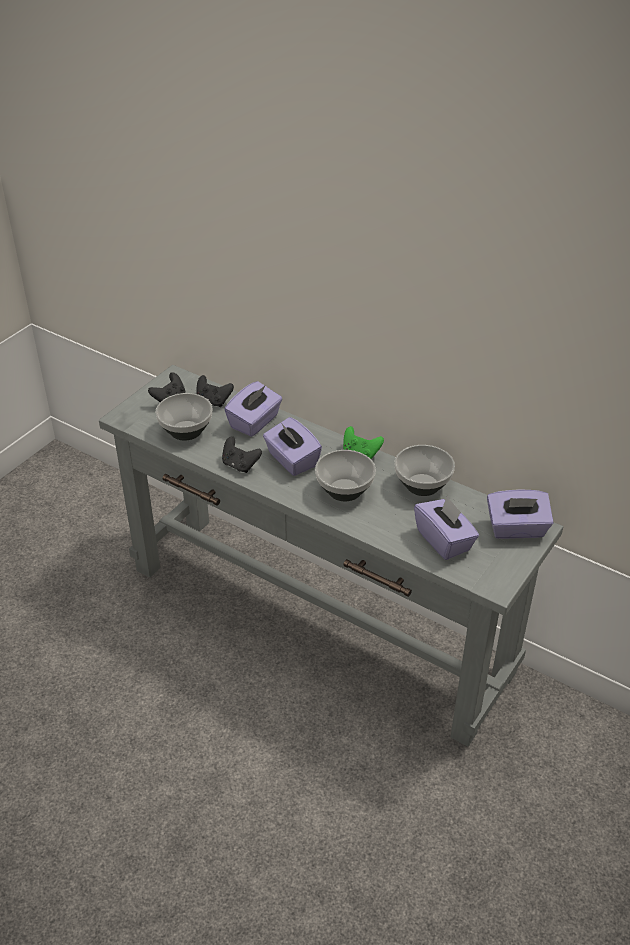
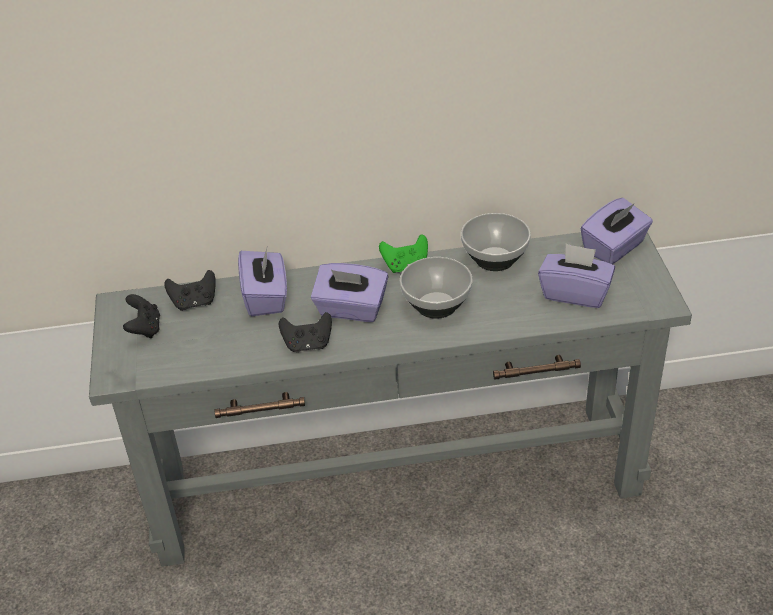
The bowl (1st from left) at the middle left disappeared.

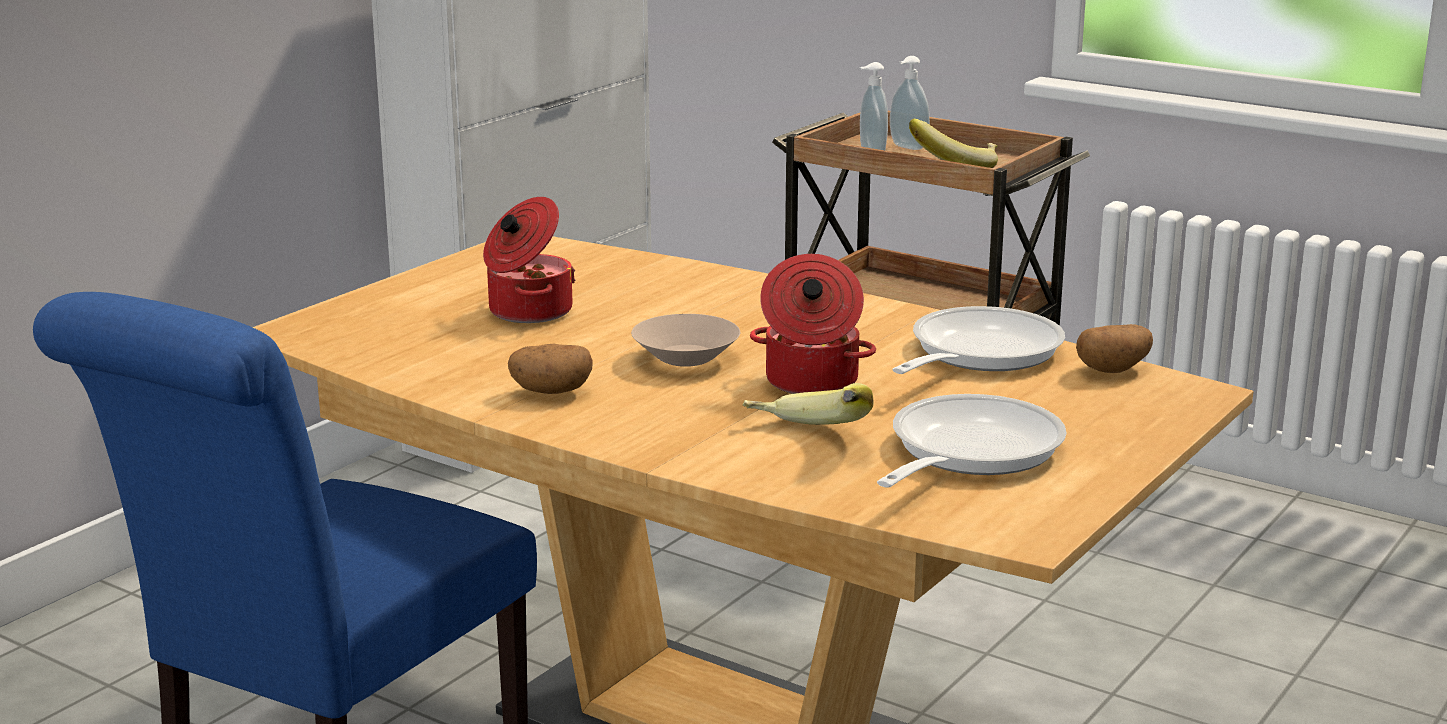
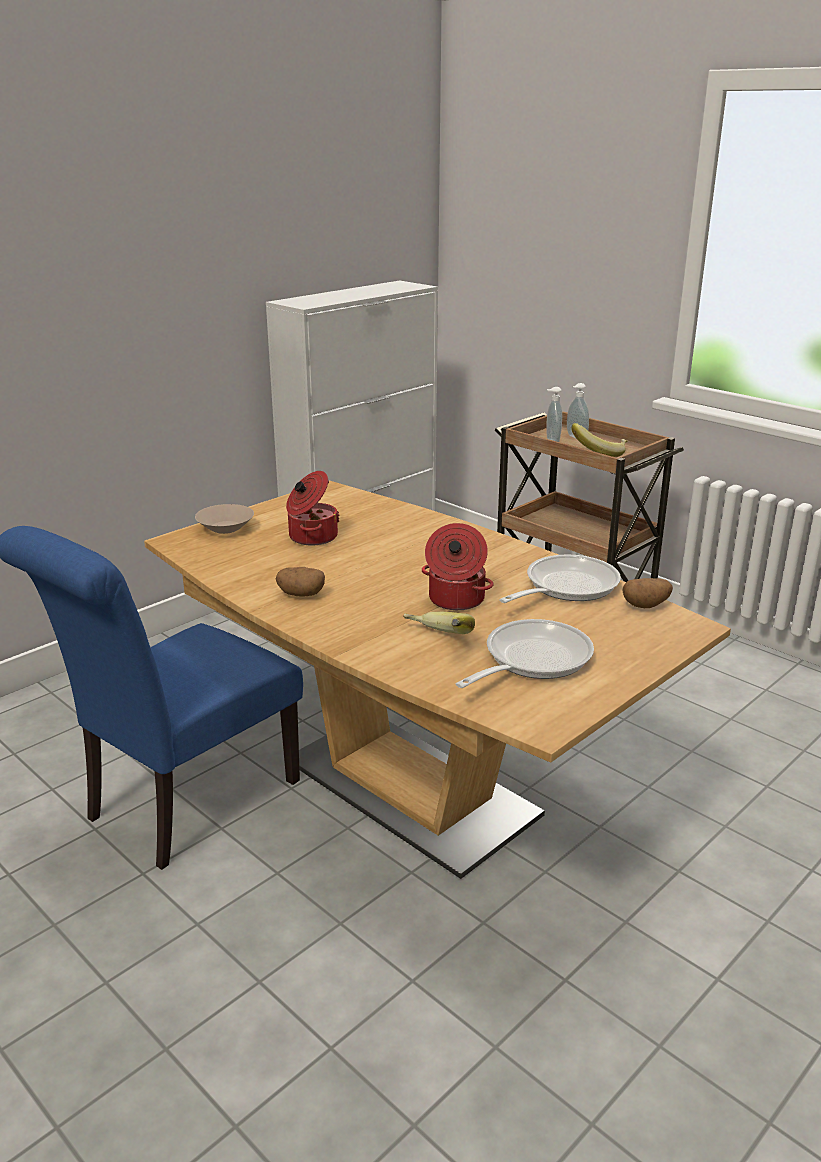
The bowl/beige moved from the centre to the middle left.

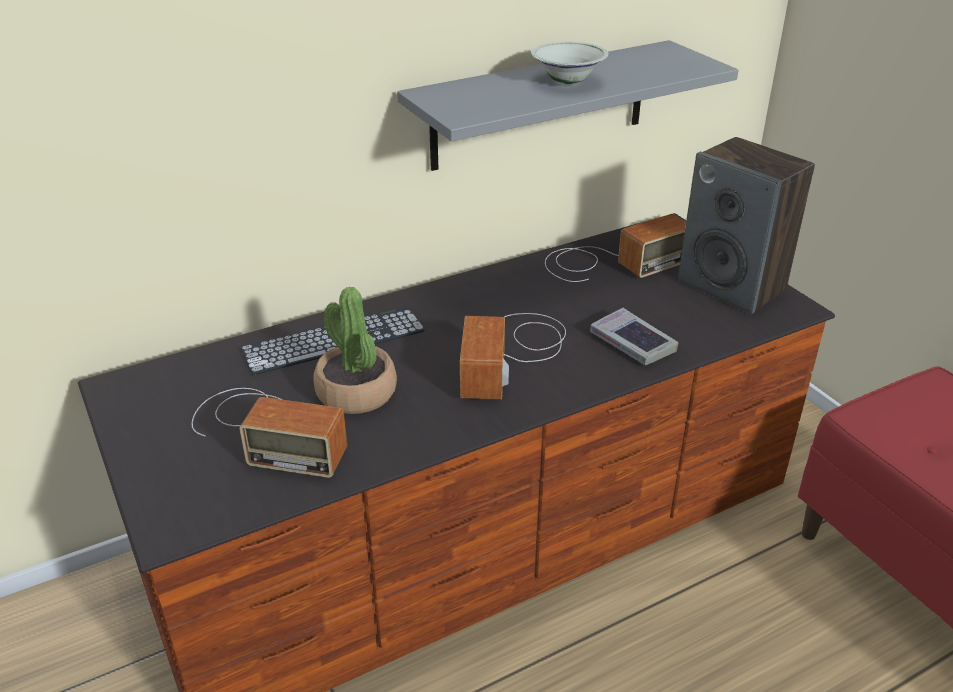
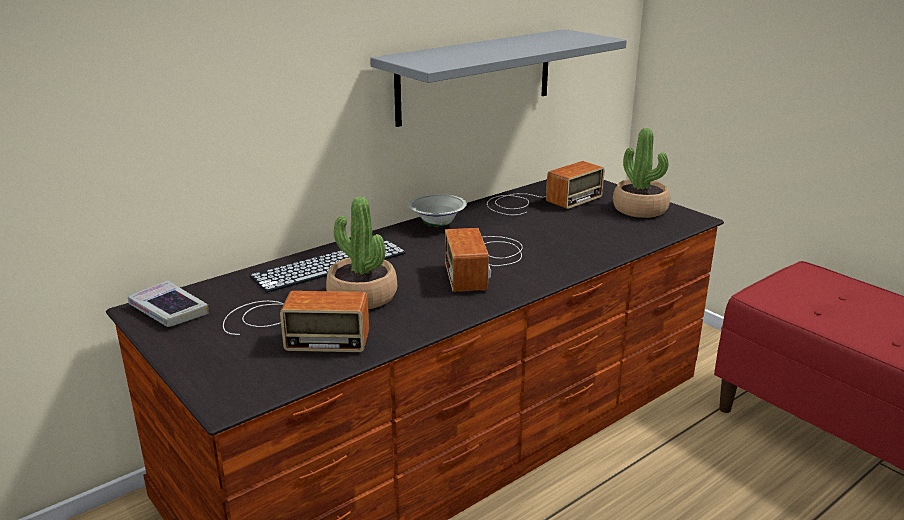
The bowl/white moved from the top centre to the centre. The book moved from the centre to the middle left. The speaker at the top right was replaced by the potted plant (2nd from left) at the top right.

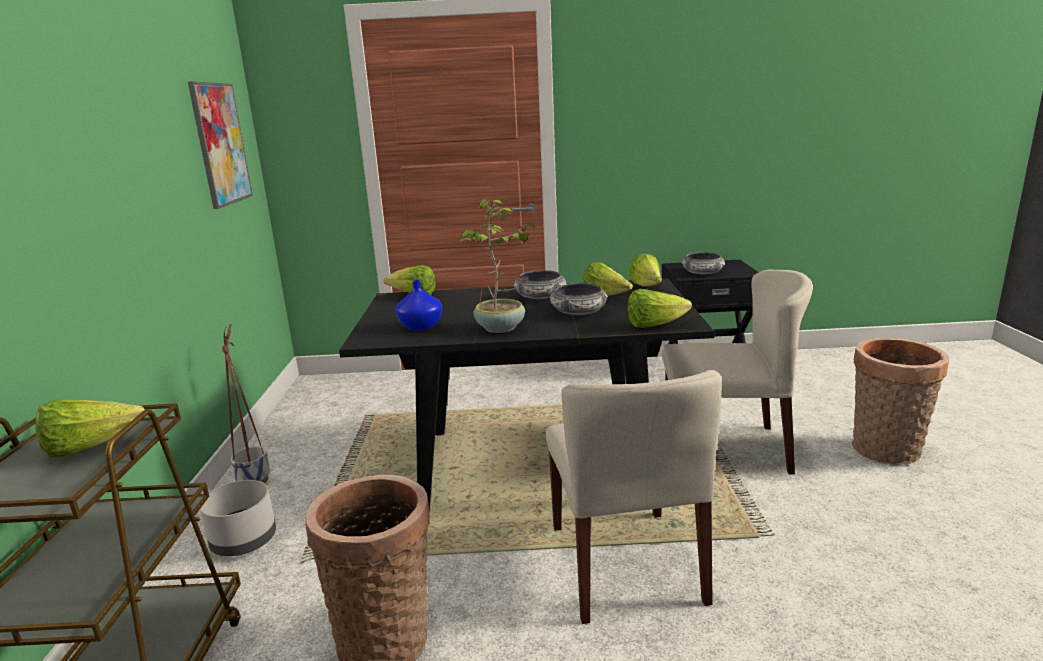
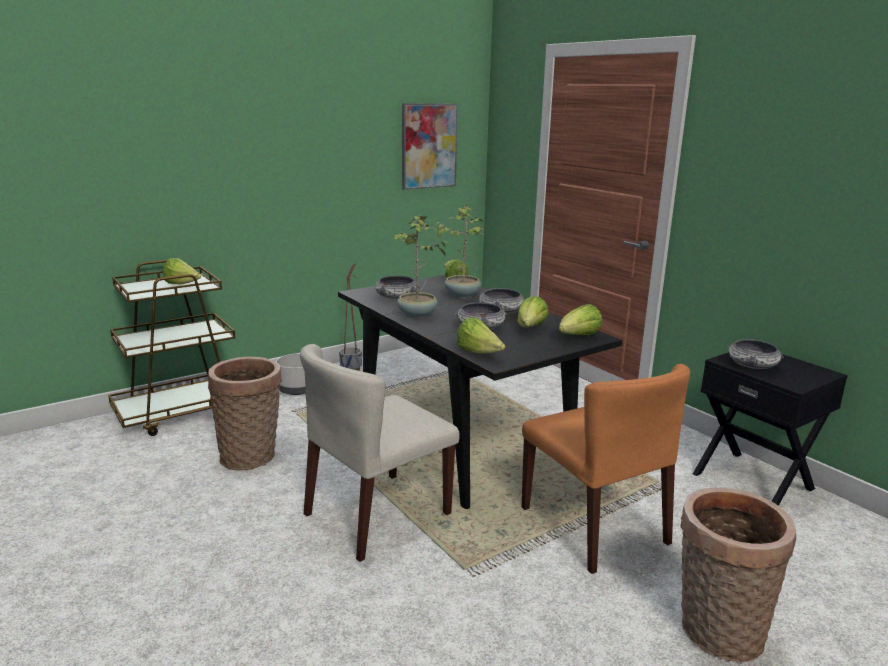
The vase/blue at the centre was replaced by the bowl (1st from left) at the centre. The chair/beige (2nd from left) at the middle right became the chair/orange at the bottom right. The potted plant (2nd from left) at the centre appeared.

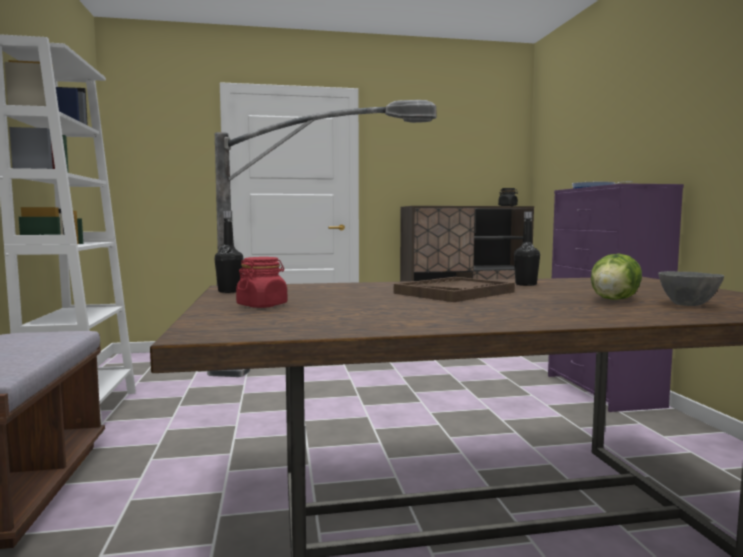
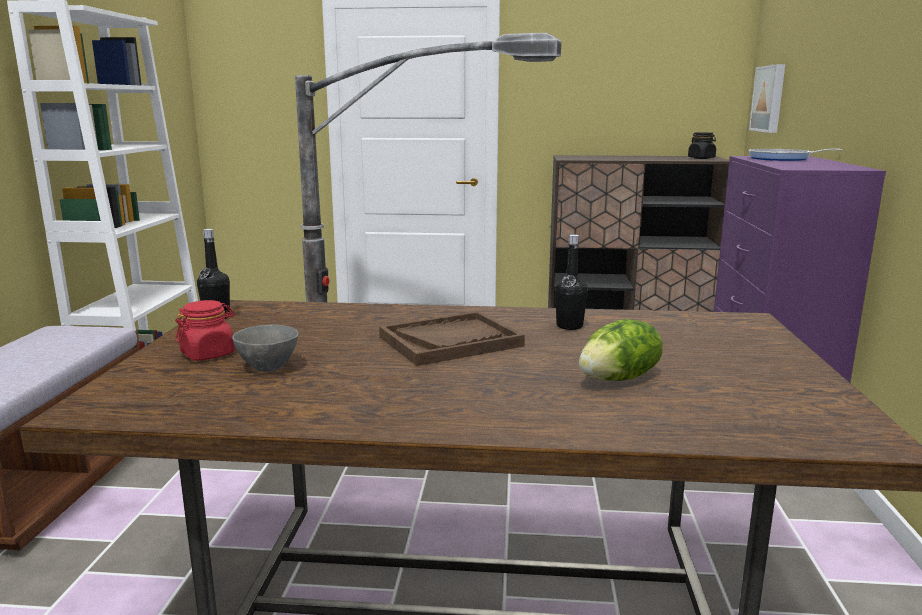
The bowl/grey moved from the middle right to the middle left. The picture at the top right appeared.

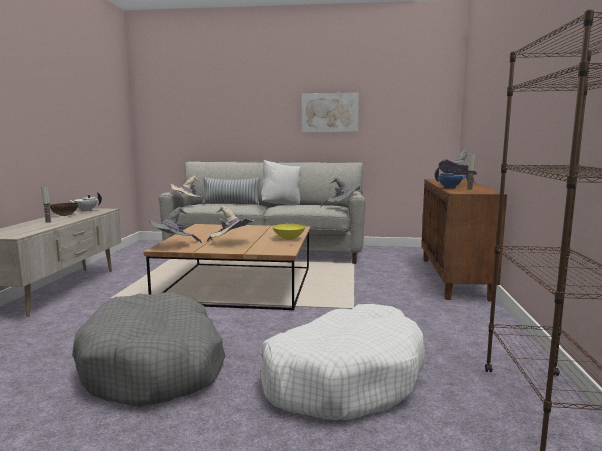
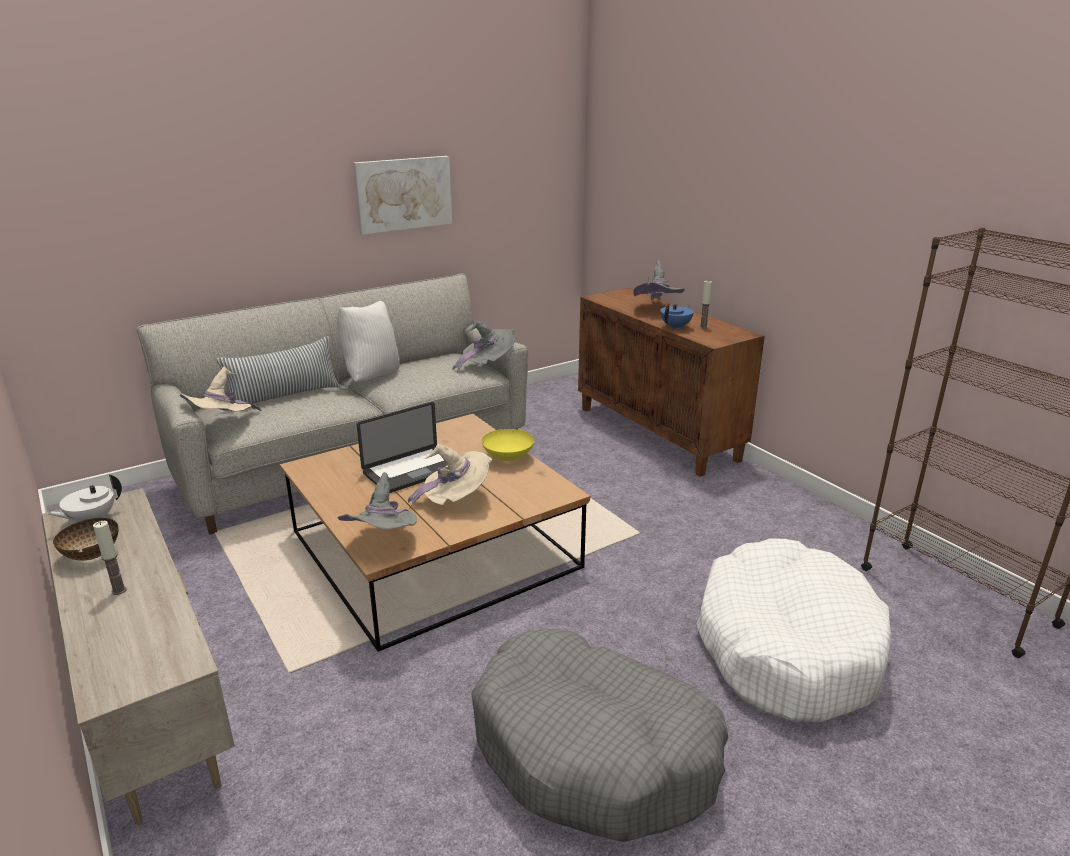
The laptop at the centre appeared.

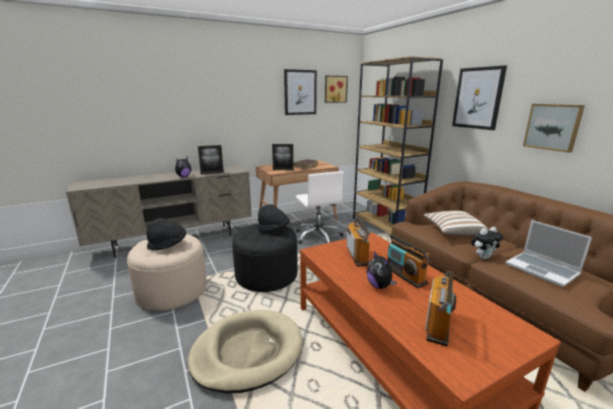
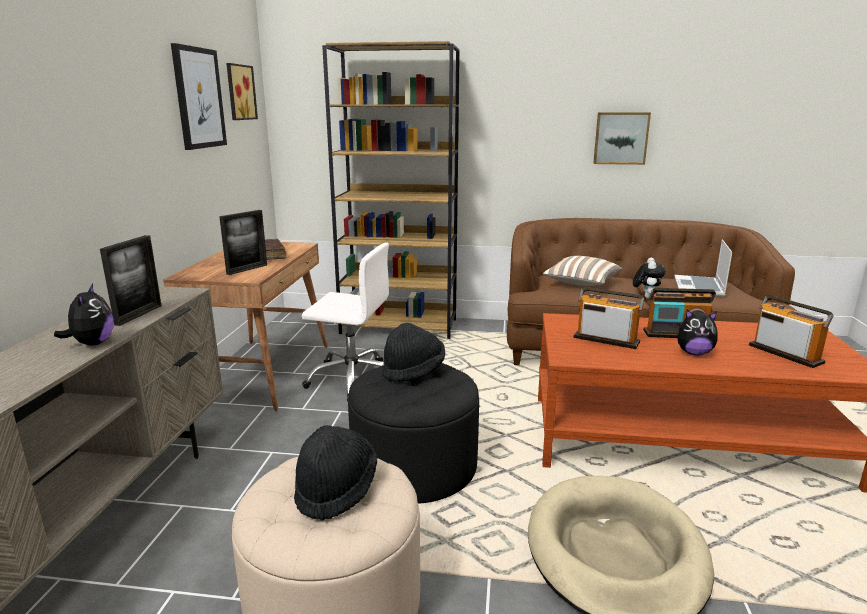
The picture (3rd from left) at the top right disappeared. The laptop at the middle right turned 105 degrees clockwise.

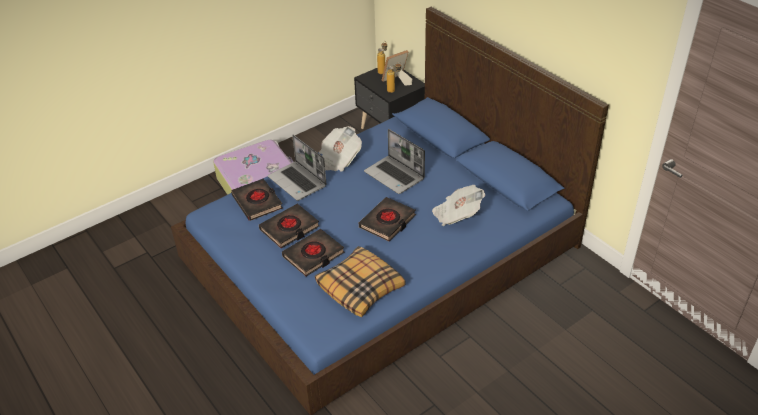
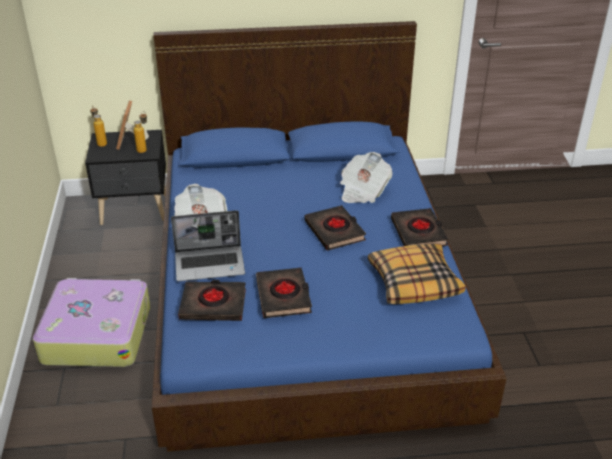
The book/black (3rd from left in the first image) moved from the centre to the middle right. The laptop (2nd from left) at the centre disappeared.

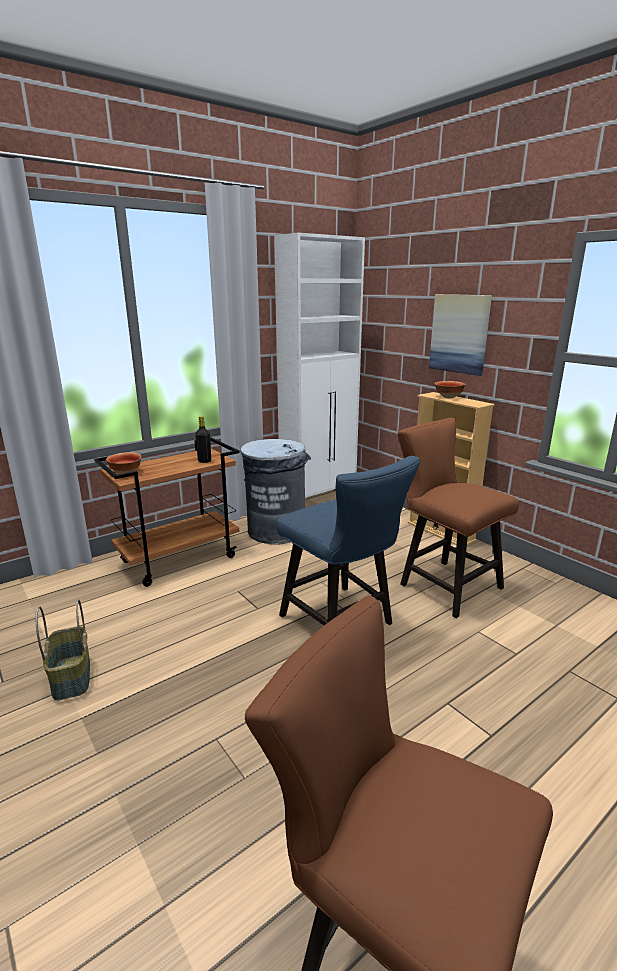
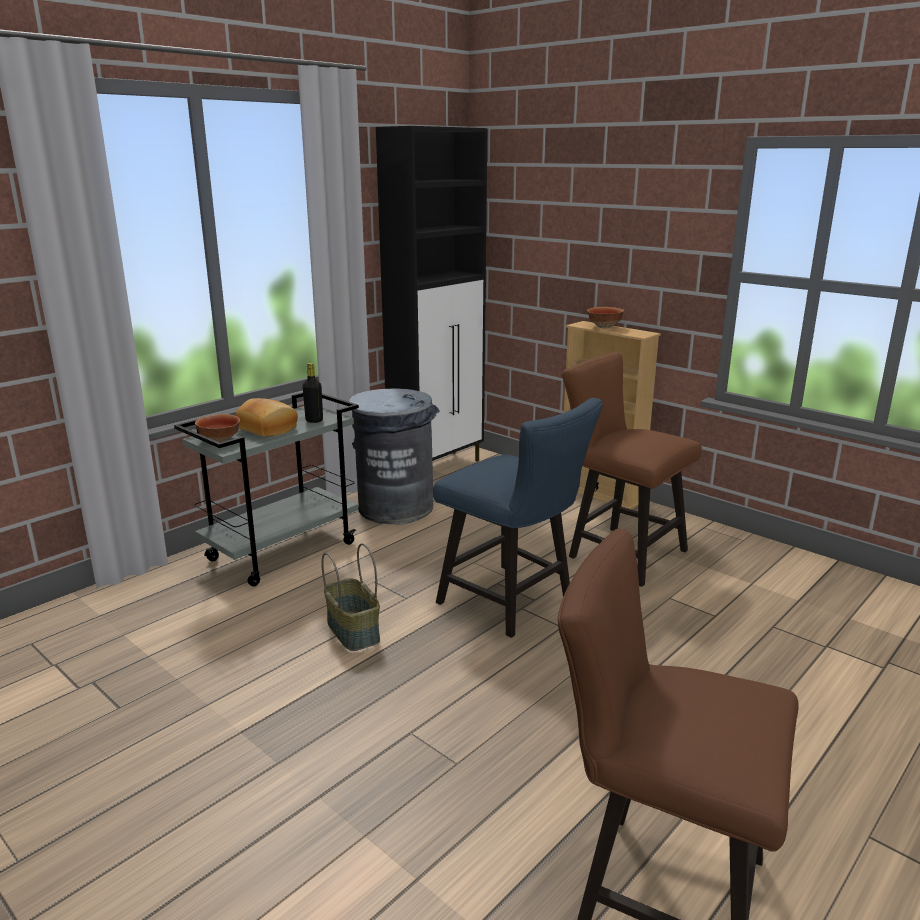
The basket moved from the bottom left to the centre. The cart/brown at the middle left became the cart/grey at the middle left. The cabinet/white at the centre became the cabinet/black at the top centre. The picture at the middle right disappeared. The bread at the middle left appeared.

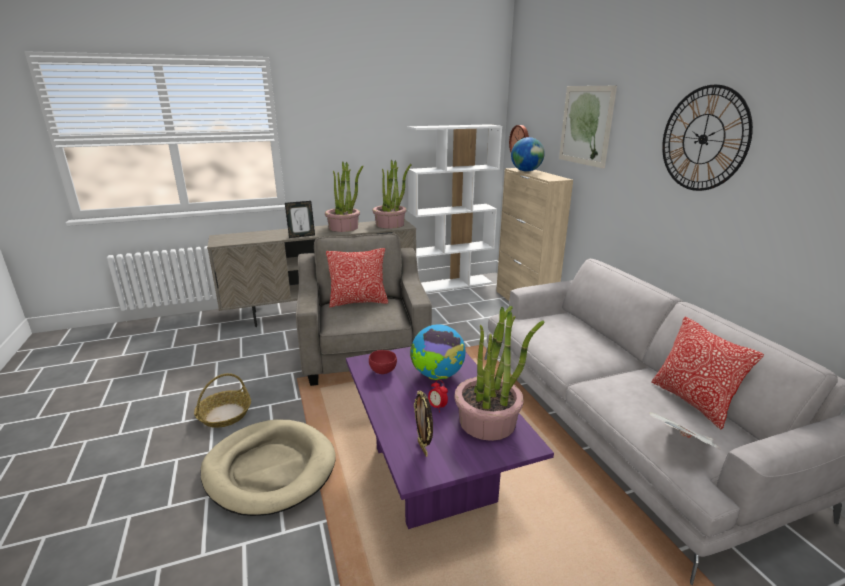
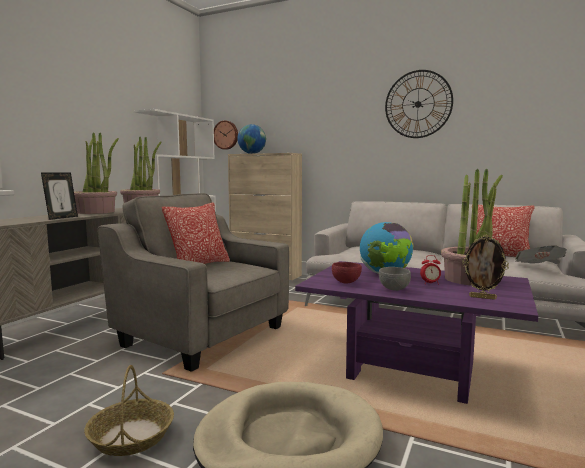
The picture at the top right disappeared. The bowl/grey at the middle right appeared.

